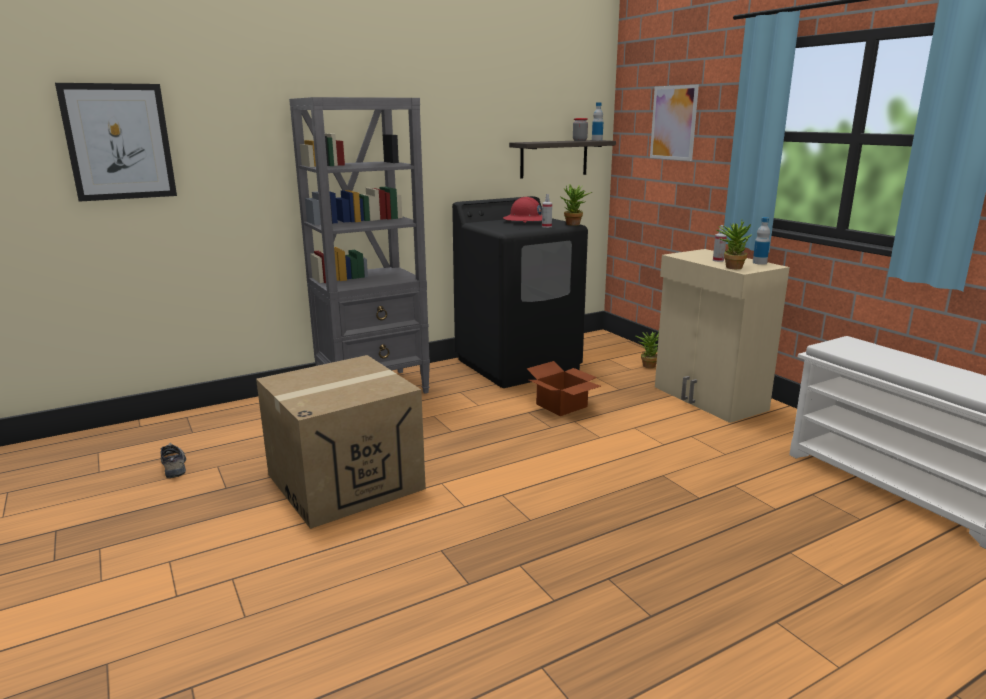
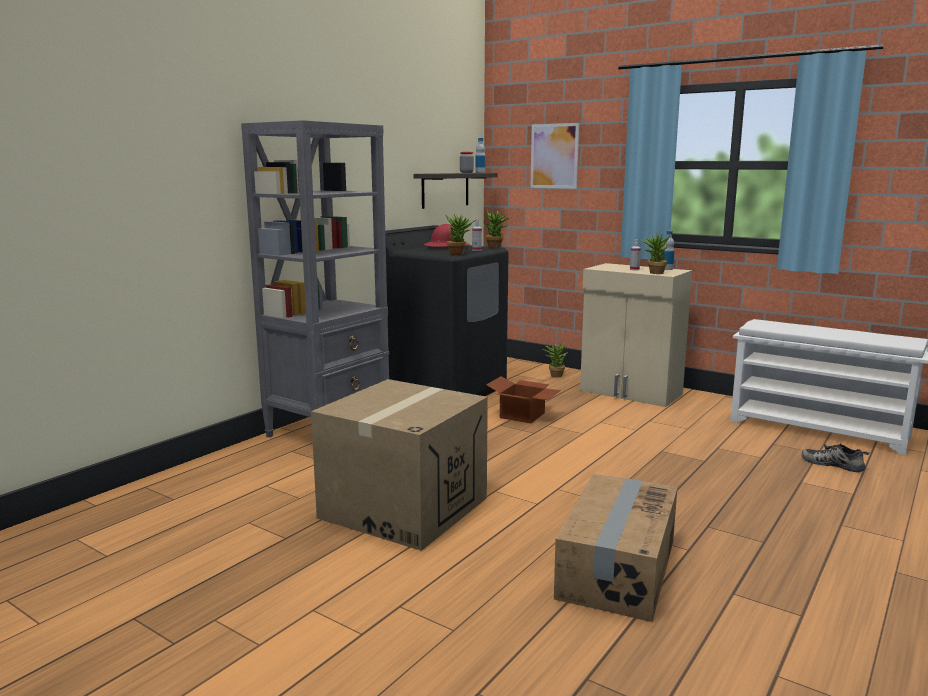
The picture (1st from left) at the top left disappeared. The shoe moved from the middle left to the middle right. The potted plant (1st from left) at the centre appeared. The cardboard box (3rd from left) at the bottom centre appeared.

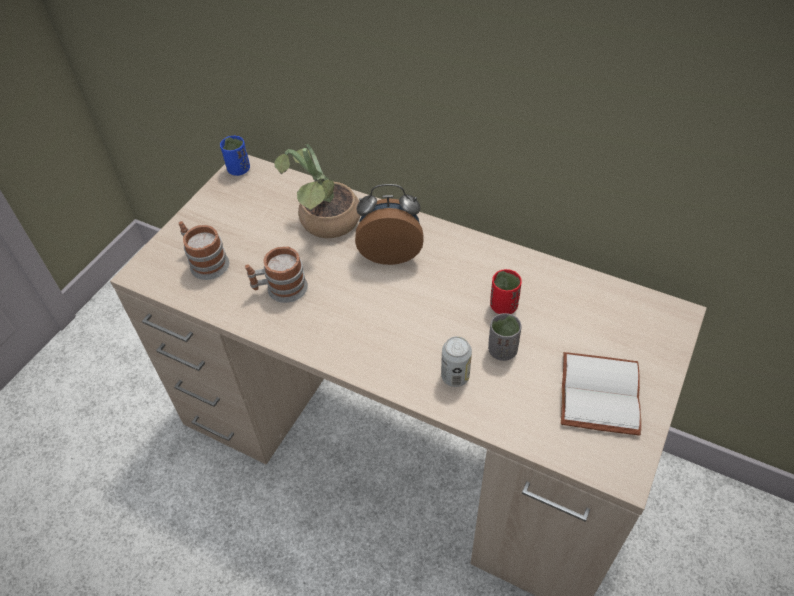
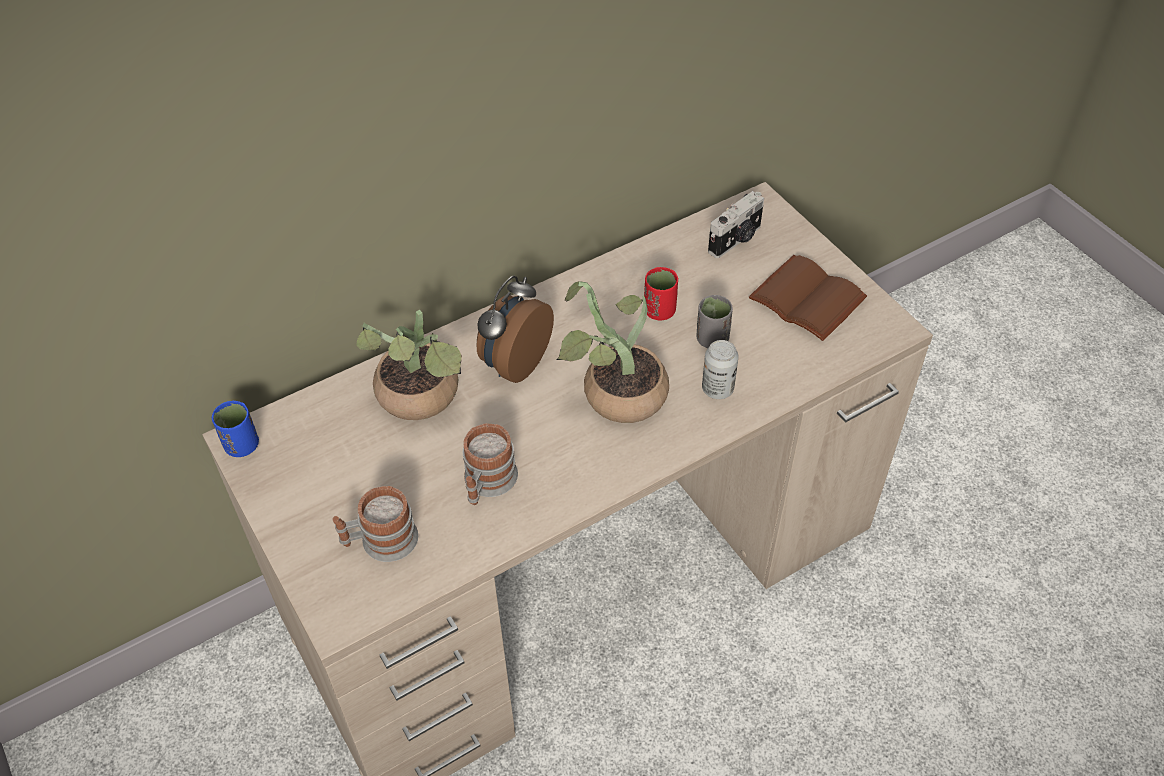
The book/white at the middle right became the book/brown at the middle right. The potted plant (2nd from left) at the centre appeared. The photo camera at the top centre appeared.

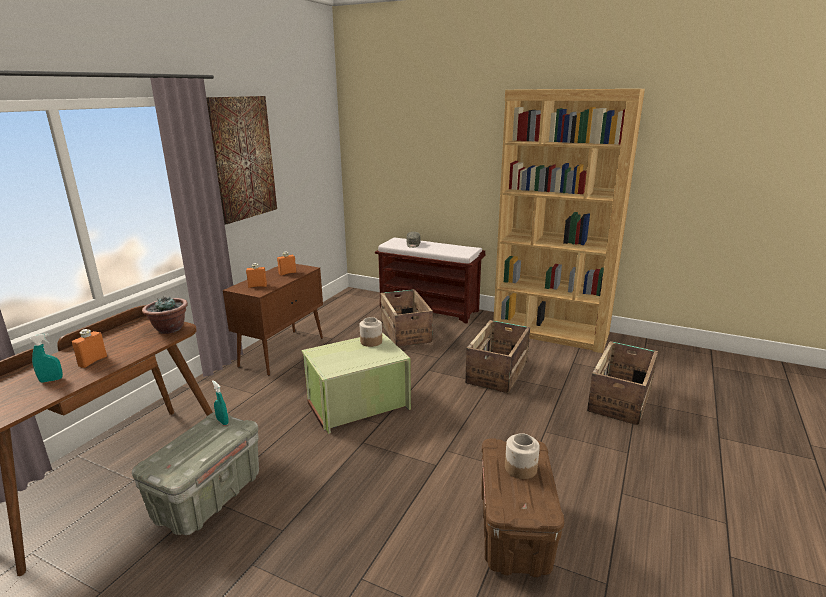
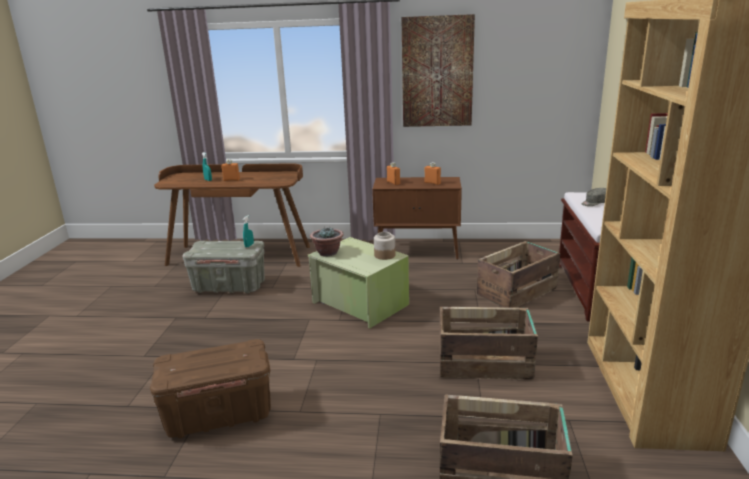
The potted plant moved from the middle left to the centre. The jar (2nd from left) at the bottom centre disappeared.

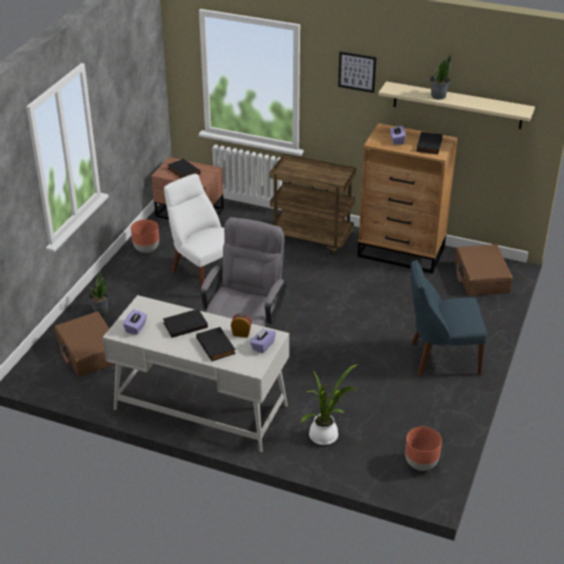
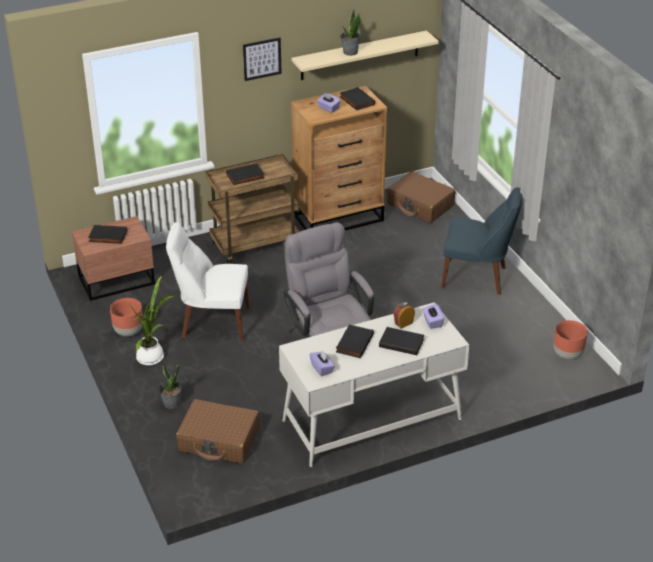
The potted plant (2nd from left in the first image) moved from the bottom centre to the middle left. The chair/blue at the middle right turned 120 degrees counterclockwise. The book/black (2nd from left) at the top centre appeared.

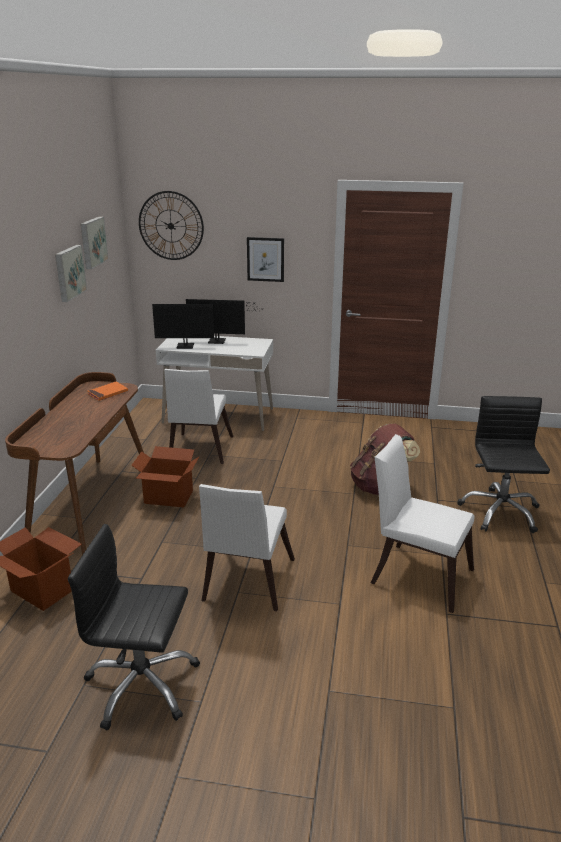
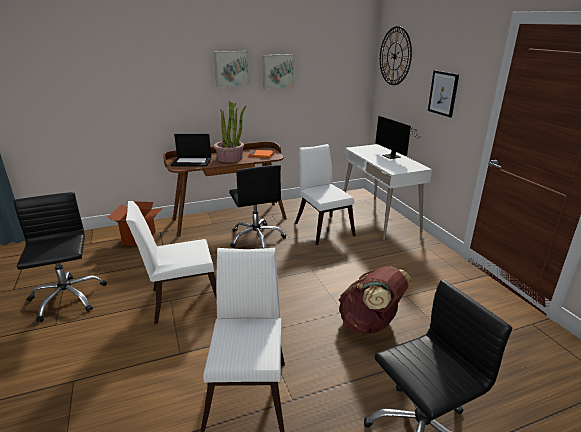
The picture (2nd from left in the first image) moved from the top left to the top centre. The cardboard box (2nd from left) at the middle left was replaced by the office chair/black (2nd from left) at the centre. The monitor (1st from left) at the centre disappeared. The chair/white (1st from left in the first image) at the centre turned 90 degrees clockwise. The laptop at the middle left appeared. The potted plant at the top centre appeared.

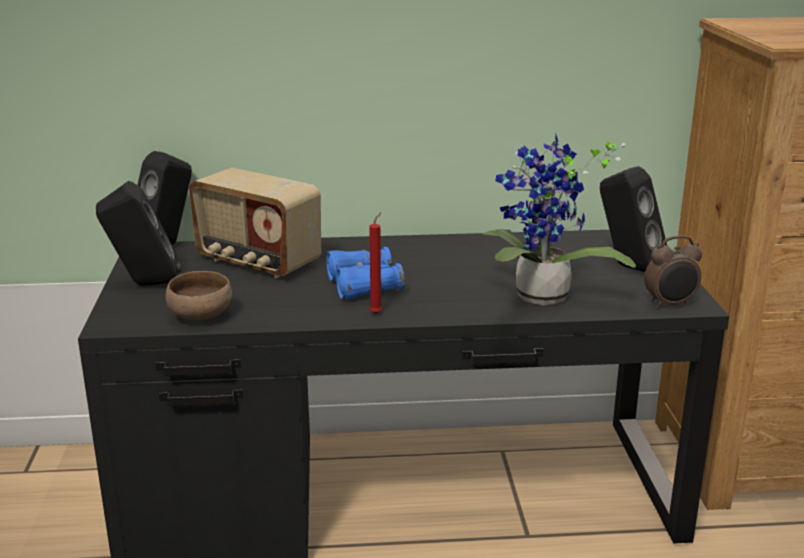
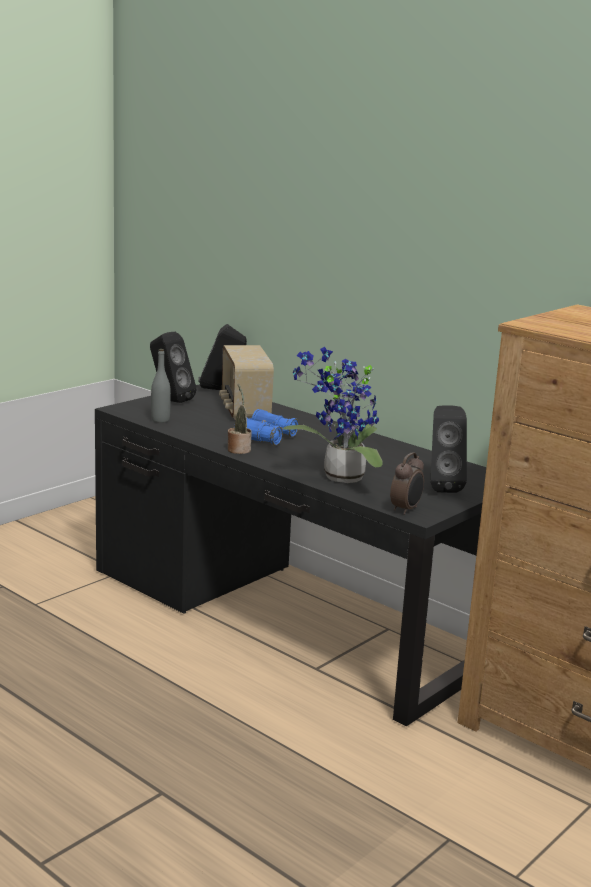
The bowl/brown at the middle left was replaced by the bottle/grey at the middle left. The candle/red at the centre was replaced by the potted plant (1st from left) at the centre. The alarm clock at the middle right turned 90 degrees counterclockwise.

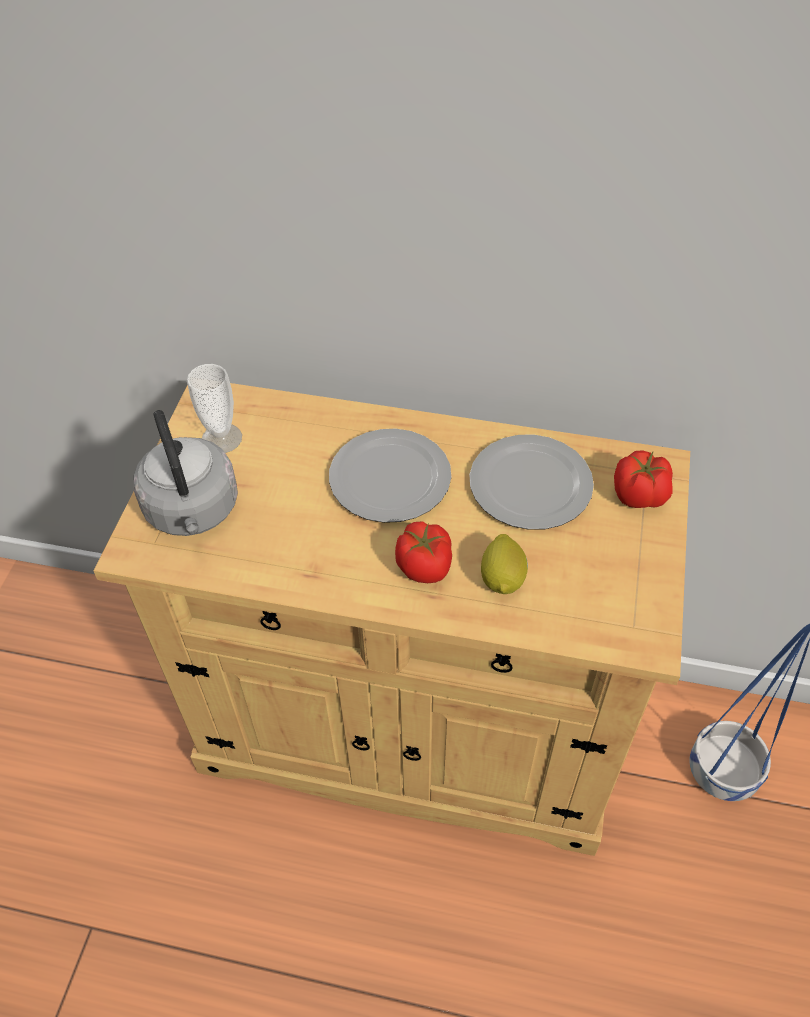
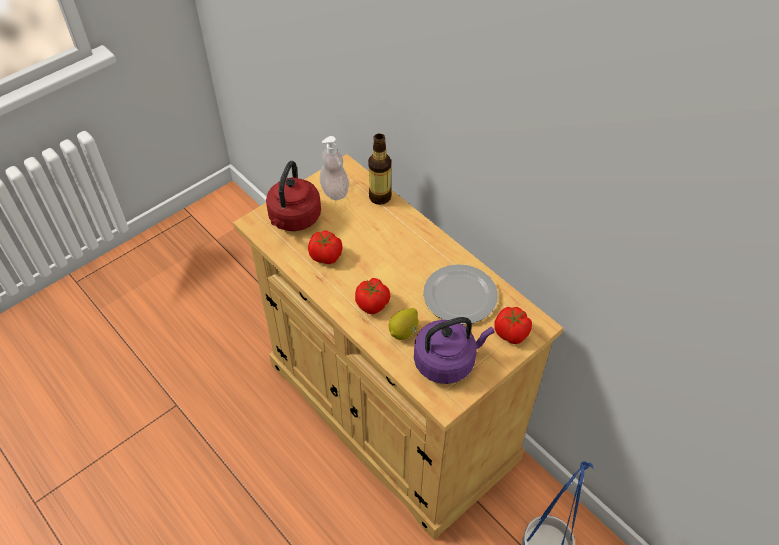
The kettle/grey at the middle left became the kettle/red at the centre. The cup at the middle left was replaced by the soap dispenser at the top centre. The plate (1st from left) at the centre disappeared. The tomato (1st from left) at the centre appeared. The bottle at the top centre appeared. The kettle/purple at the centre appeared.

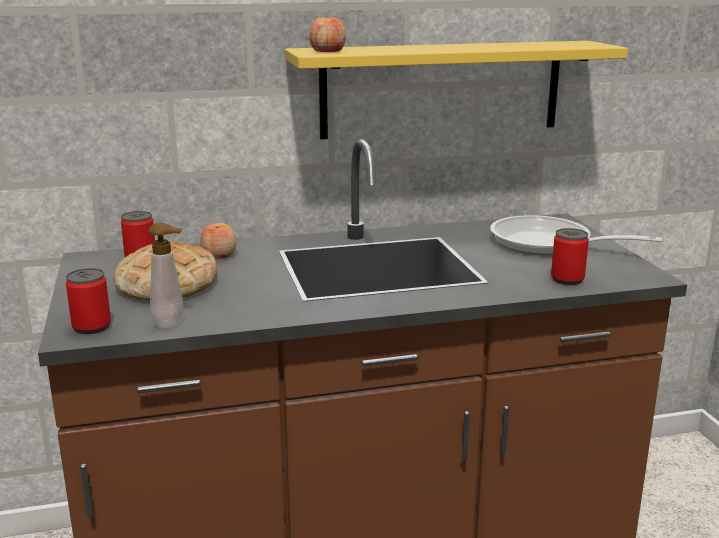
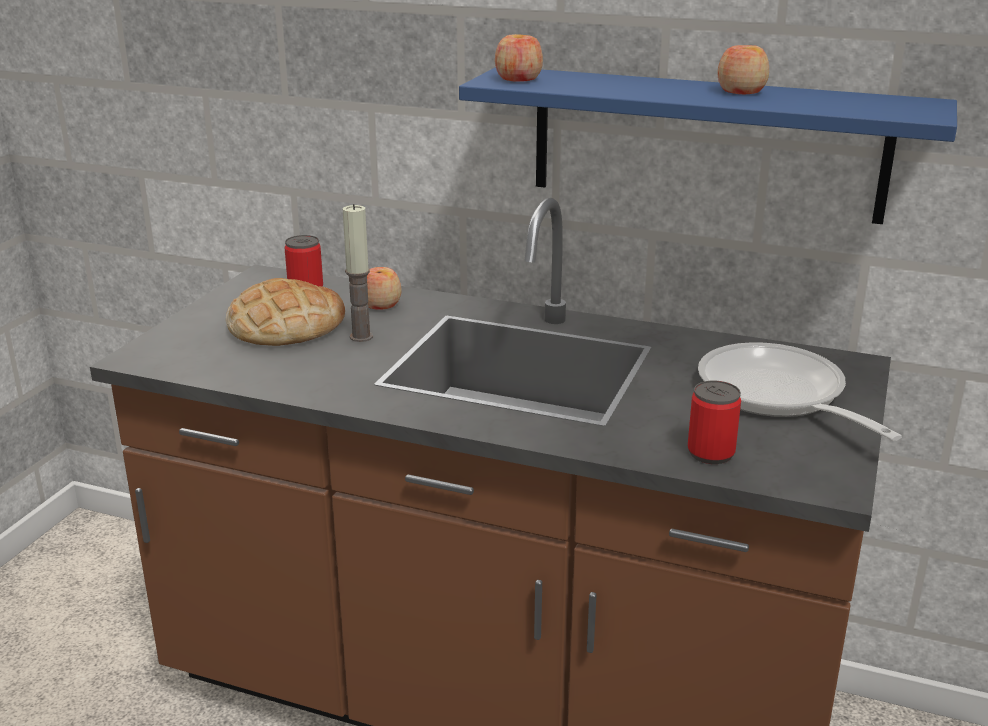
The can (1st from left) at the middle left disappeared. The soap dispenser at the middle left disappeared. The shelf/yellow at the top centre became the shelf/blue at the top right. The candle at the centre appeared. The apple (3rd from left) at the top right appeared.

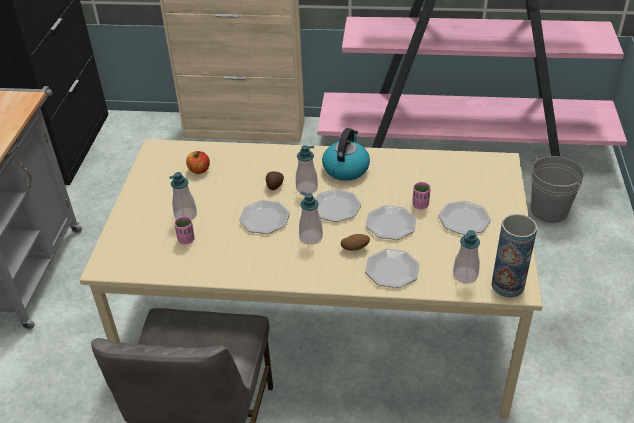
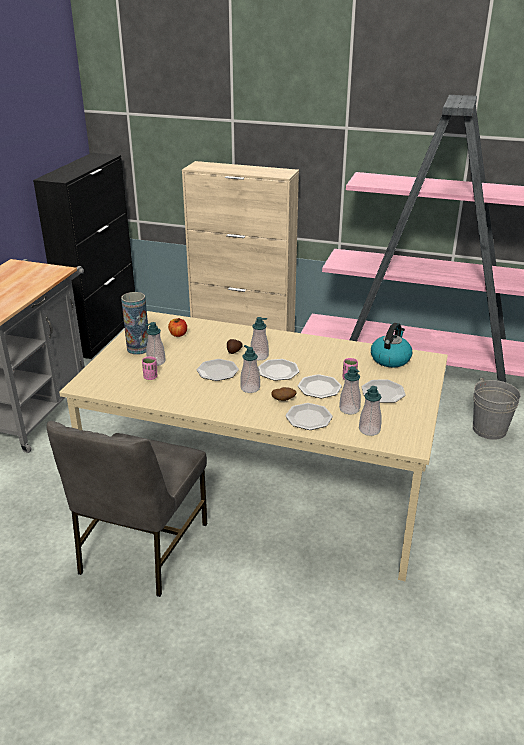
The kettle moved from the centre to the middle right. The vase moved from the middle right to the middle left. The soap dispenser (4th from left) at the middle right appeared.

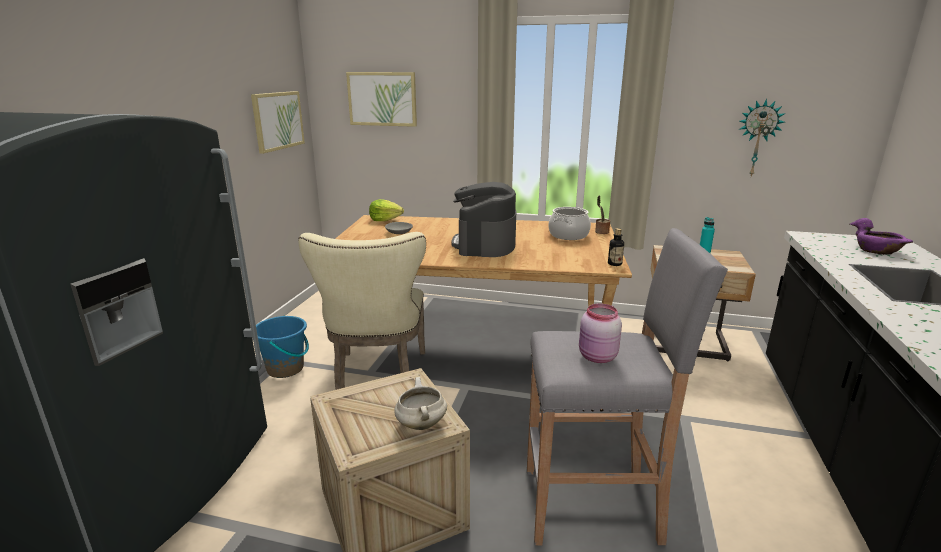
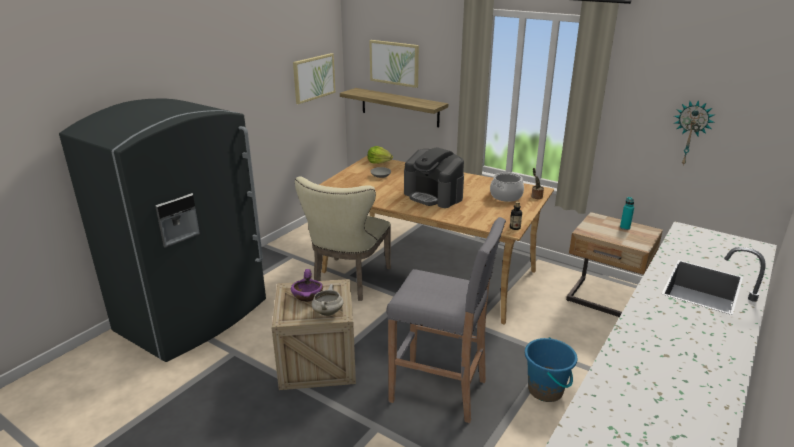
The bucket/blue moved from the middle left to the bottom right. The coffee machine at the centre turned 75 degrees counterclockwise. The jar/pink at the centre disappeared. The bowl/purple moved from the middle right to the centre. The shelf at the top centre appeared.

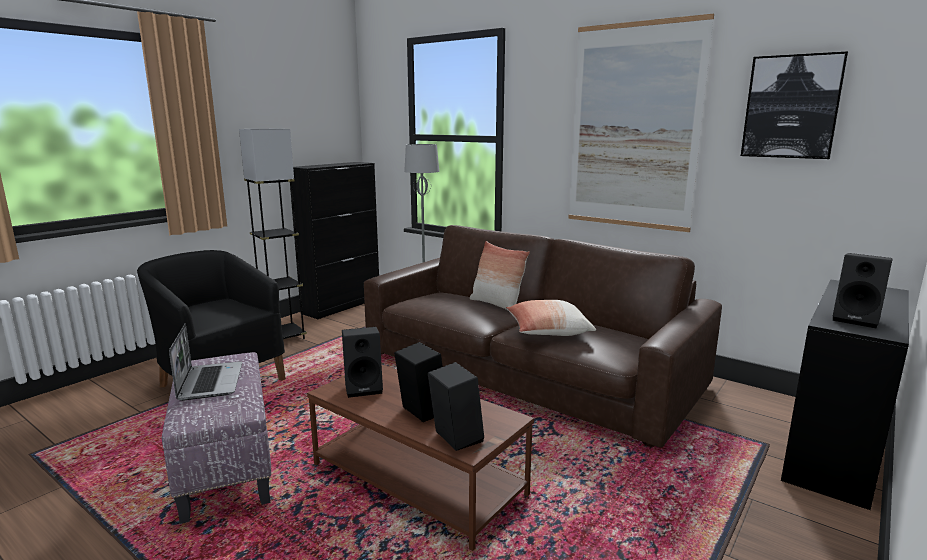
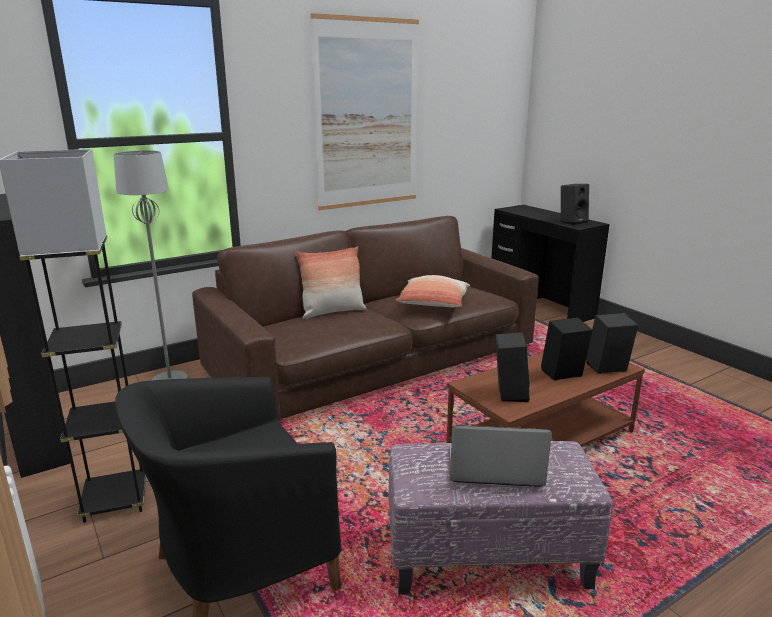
The picture (2nd from left) at the top right disappeared.

